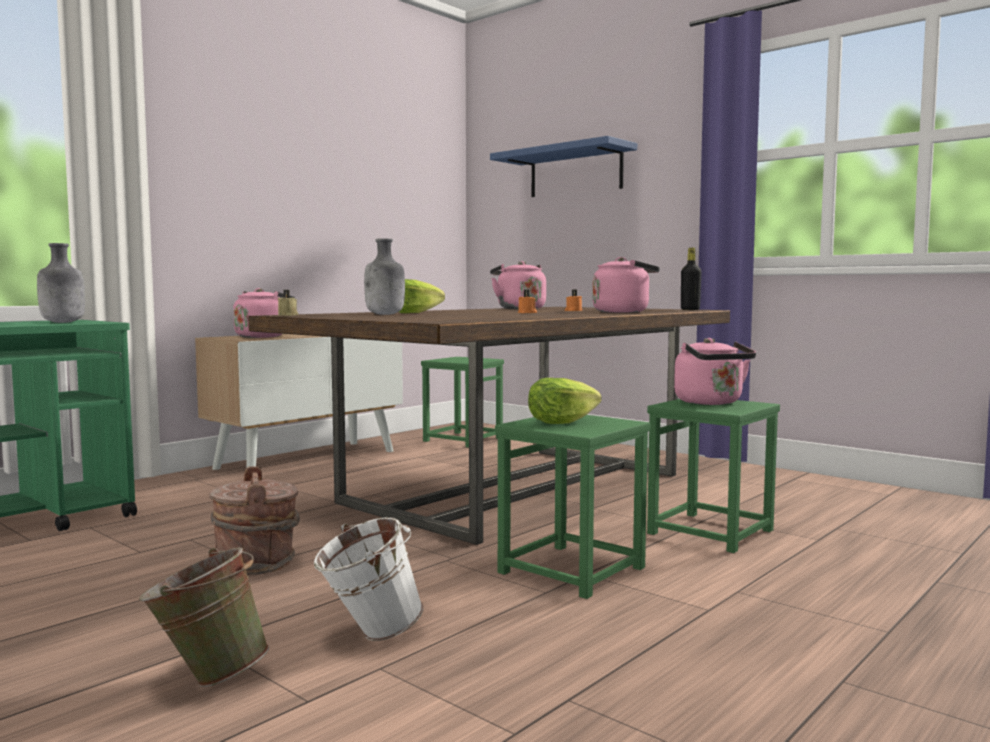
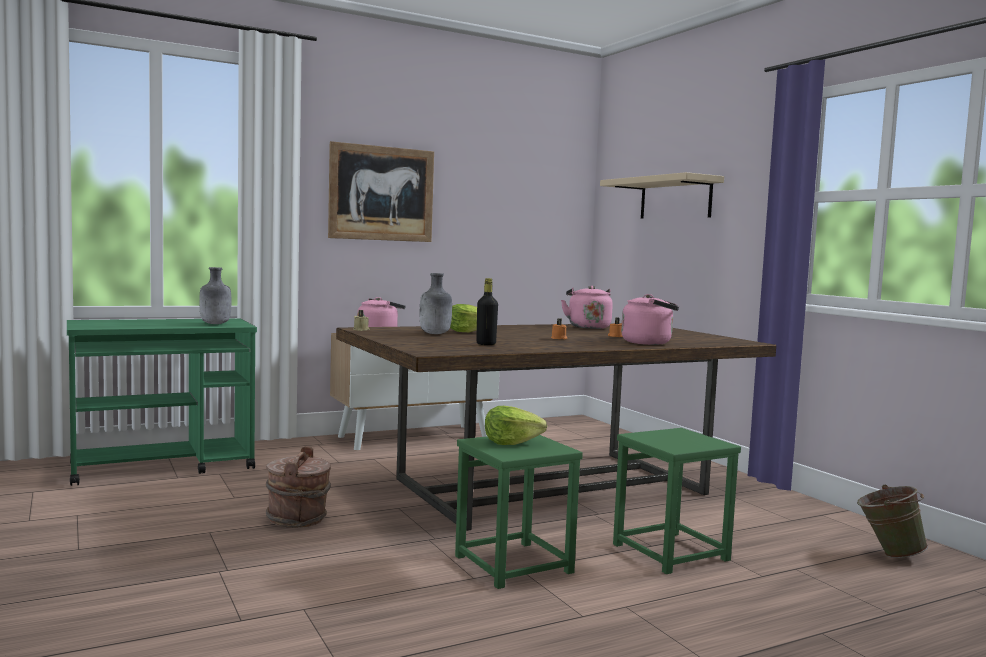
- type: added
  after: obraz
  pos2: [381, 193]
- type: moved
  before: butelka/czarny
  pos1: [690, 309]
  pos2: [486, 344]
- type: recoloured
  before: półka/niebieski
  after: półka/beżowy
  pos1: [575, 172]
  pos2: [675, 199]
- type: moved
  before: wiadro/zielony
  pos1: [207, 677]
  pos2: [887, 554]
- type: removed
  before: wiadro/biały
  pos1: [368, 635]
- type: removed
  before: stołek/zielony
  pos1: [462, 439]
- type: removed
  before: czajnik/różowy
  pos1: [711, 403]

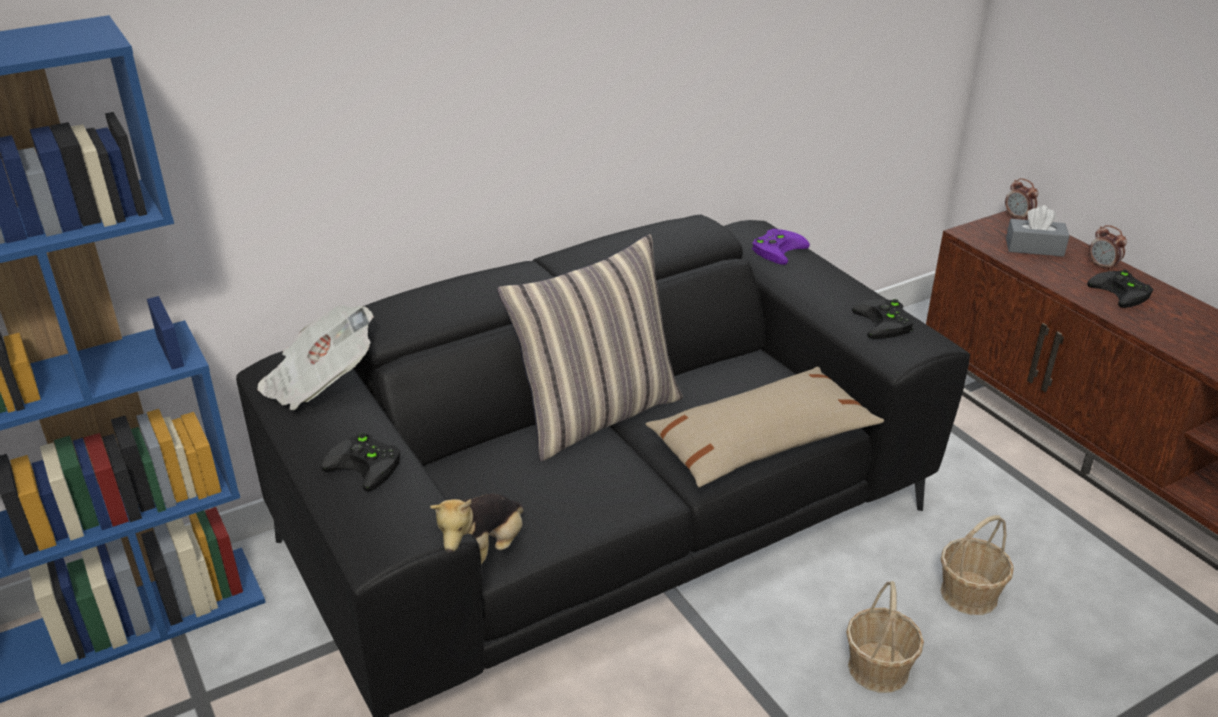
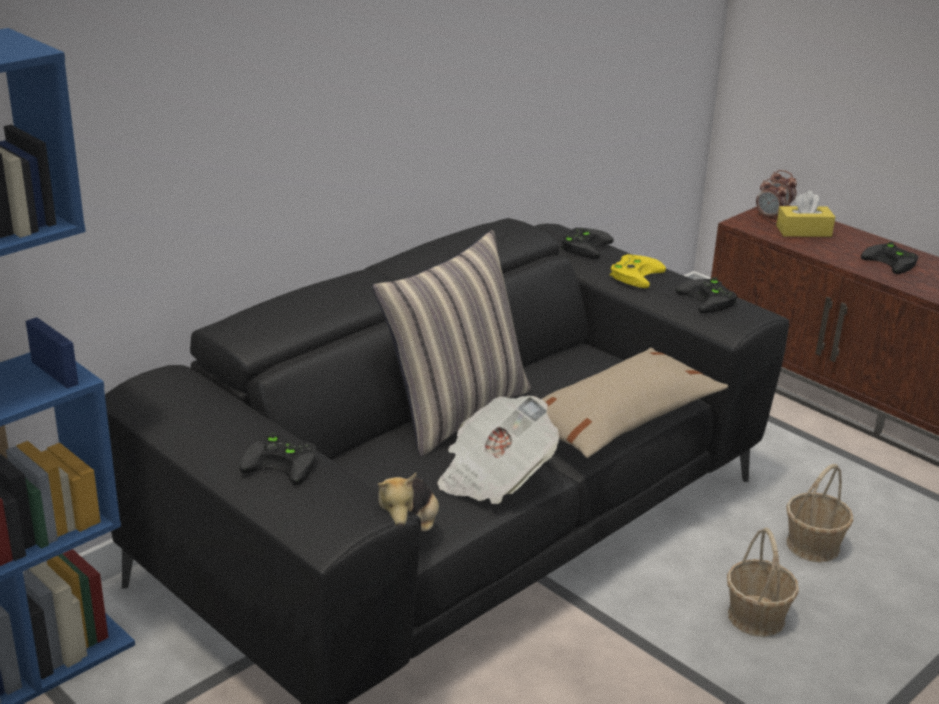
- type: moved
  before: gazeta
  pos1: [319, 382]
  pos2: [494, 476]
- type: recoloured
  before: pad do gier/fioletowy
  after: pad do gier/czarny
  pos1: [777, 248]
  pos2: [584, 245]
- type: added
  after: pad do gier/żółty
  pos2: [635, 273]
- type: moved
  before: budzik
  pos1: [1102, 266]
  pos2: [769, 216]
- type: recoloured
  before: pudełko chusteczek/szary
  after: pudełko chusteczek/żółty
  pos1: [1034, 247]
  pos2: [803, 231]

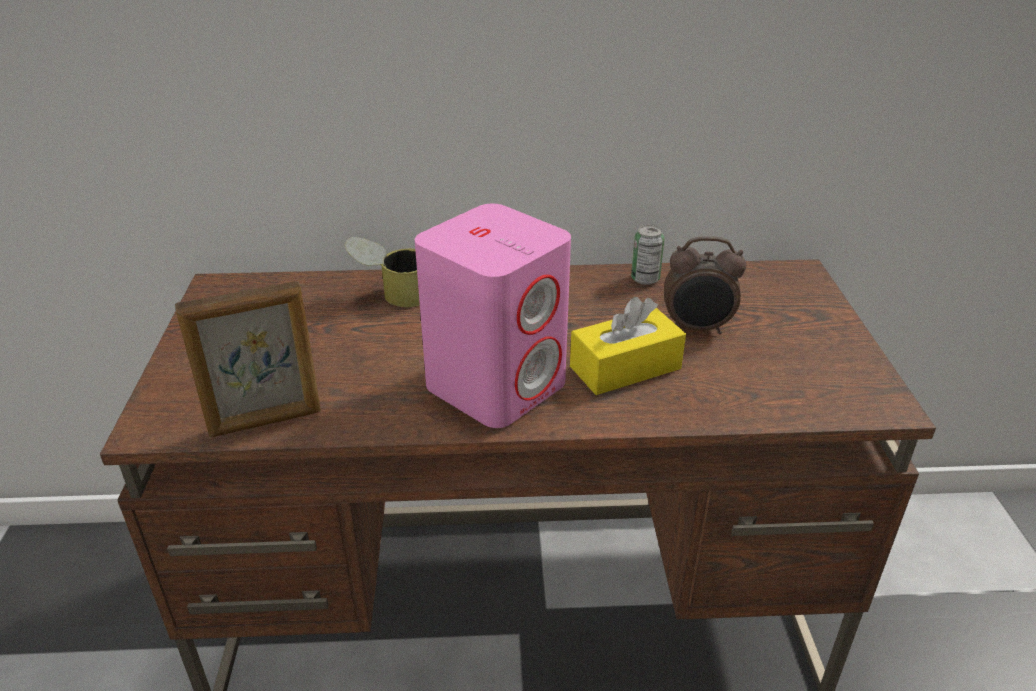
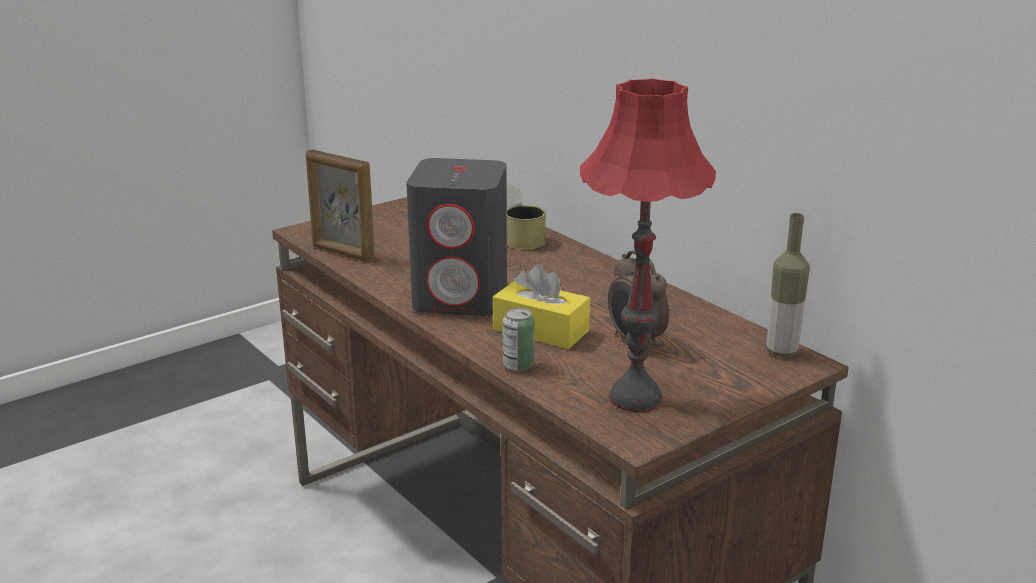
- type: recoloured
  before: głośnik/różowy
  after: głośnik/szary
  pos1: [497, 384]
  pos2: [462, 297]
- type: moved
  before: puszka
  pos1: [645, 279]
  pos2: [518, 365]
- type: added
  after: lampa stołowa/czerwony
  pos2: [636, 398]
- type: added
  after: butelka
  pos2: [781, 352]

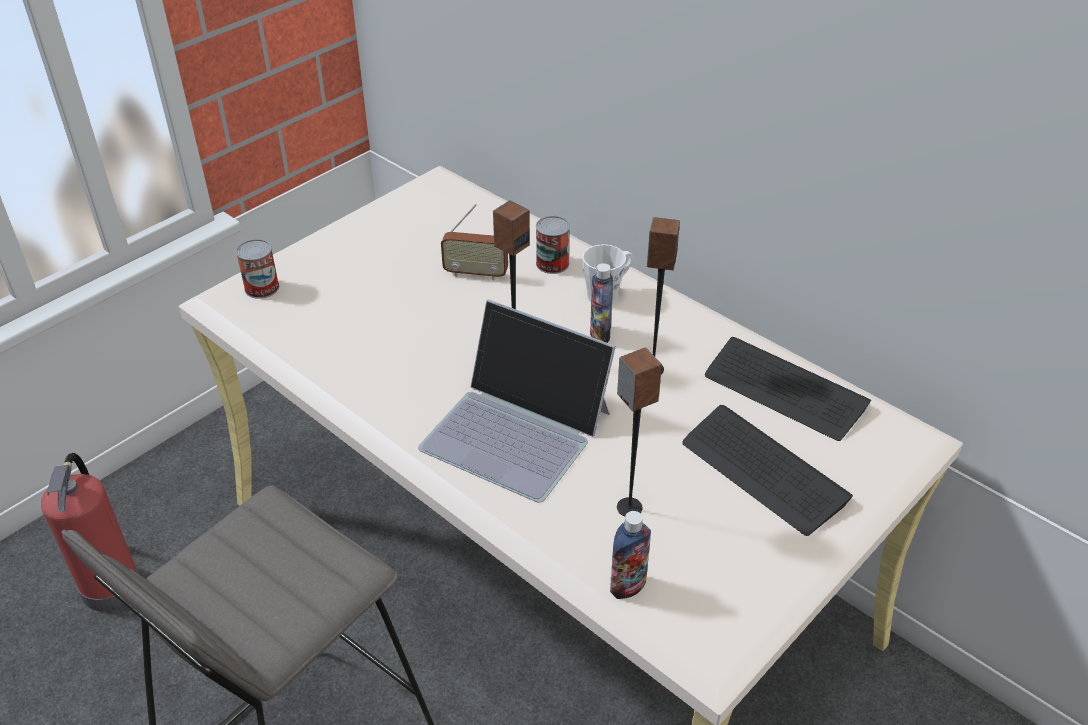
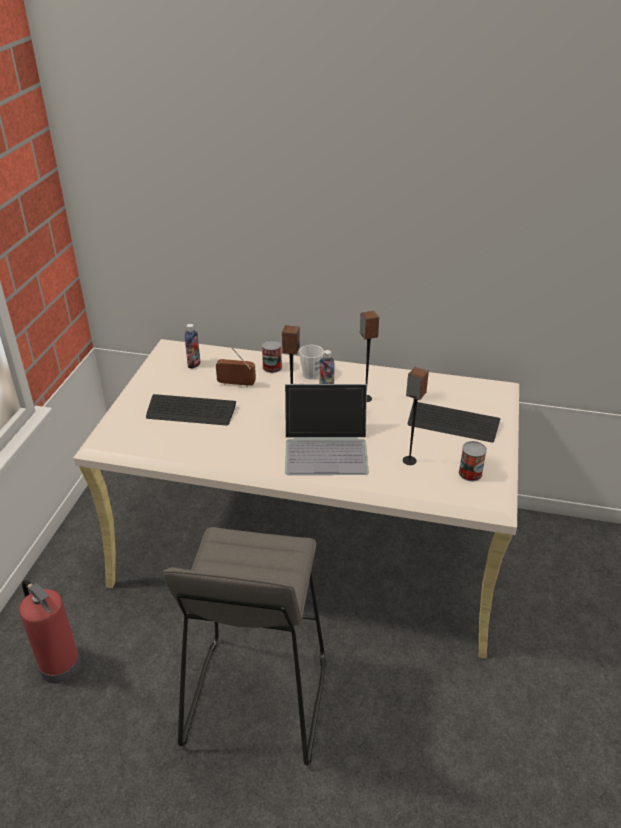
- type: moved
  before: klawiatura
  pos1: [784, 391]
  pos2: [191, 411]
- type: moved
  before: butelka
  pos1: [628, 586]
  pos2: [194, 364]
- type: turned
  before: radio
  pos1: [476, 273]
  pos2: [236, 384]
  turn: -150
- type: moved
  before: puszka
  pos1: [262, 288]
  pos2: [470, 473]

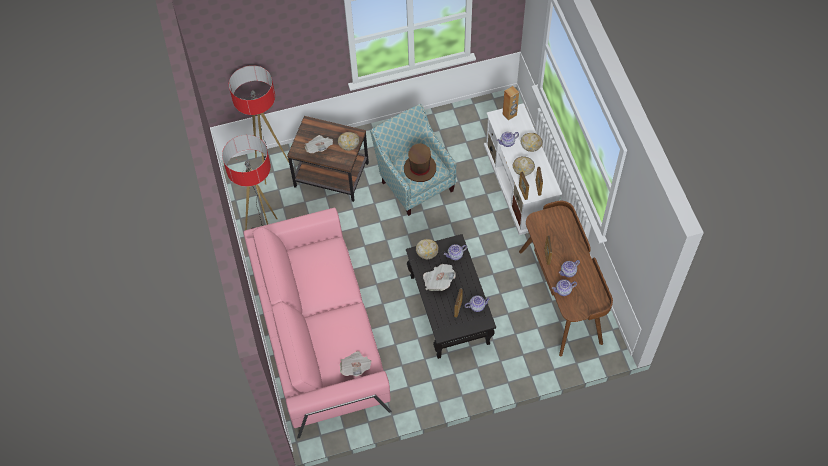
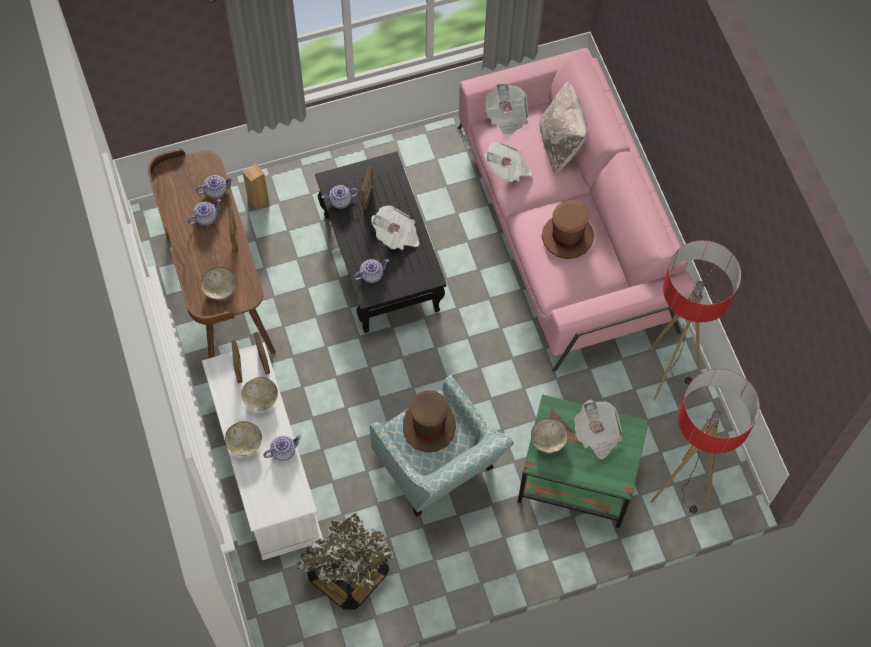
- type: moved
  before: miska
  pos1: [427, 253]
  pos2: [220, 289]
- type: moved
  before: głośnik/brązowy
  pos1: [509, 114]
  pos2: [258, 201]
- type: added
  after: roślina doniczkowa
  pos2: [348, 573]
- type: added
  after: gazeta
  pos2: [508, 169]
- type: recoloured
  before: stolik/brązowy
  after: stolik/zielony
  pos1: [331, 176]
  pos2: [577, 477]
- type: added
  after: poduszka/beżowy
  pos2: [560, 144]
- type: added
  after: kapelusz/brązowy
  pos2: [567, 237]

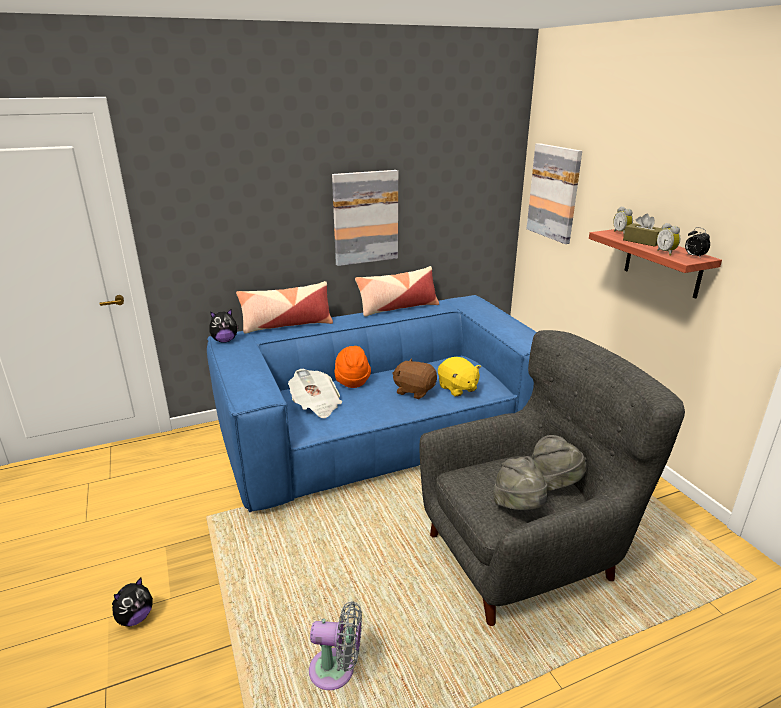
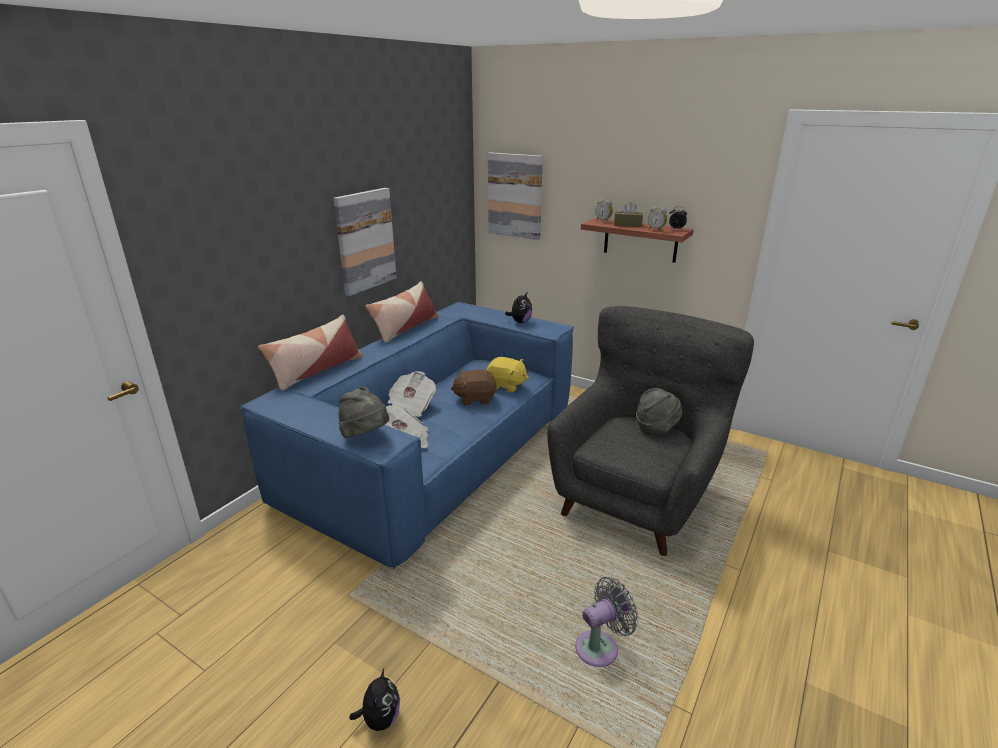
- type: moved
  before: kapelusz/szary
  pos1: [519, 507]
  pos2: [366, 436]
- type: replaced
  before: kapelusz/pomarańczowy
  after: gazeta
  pos1: [352, 381]
  pos2: [410, 408]
- type: moved
  before: pluszak
  pos1: [225, 340]
  pos2: [520, 321]

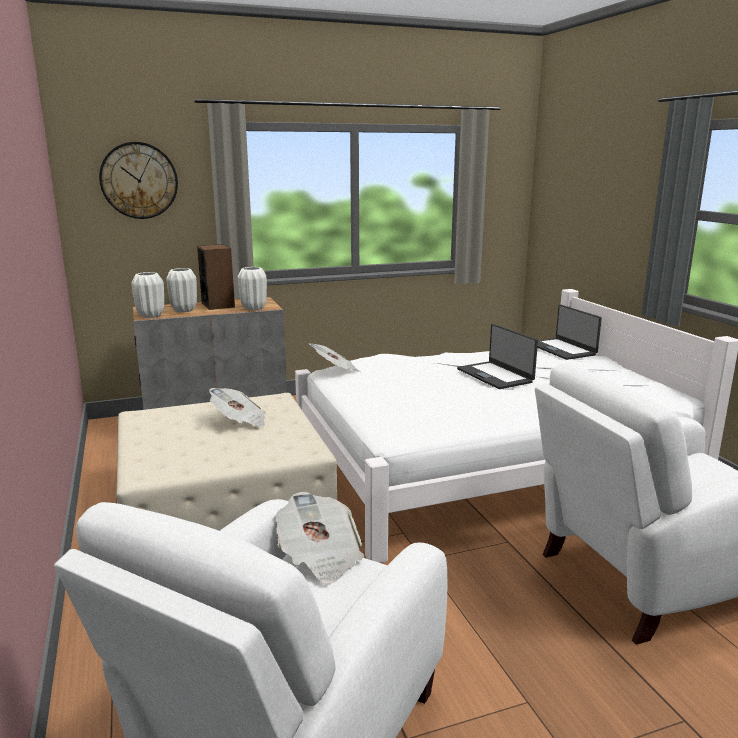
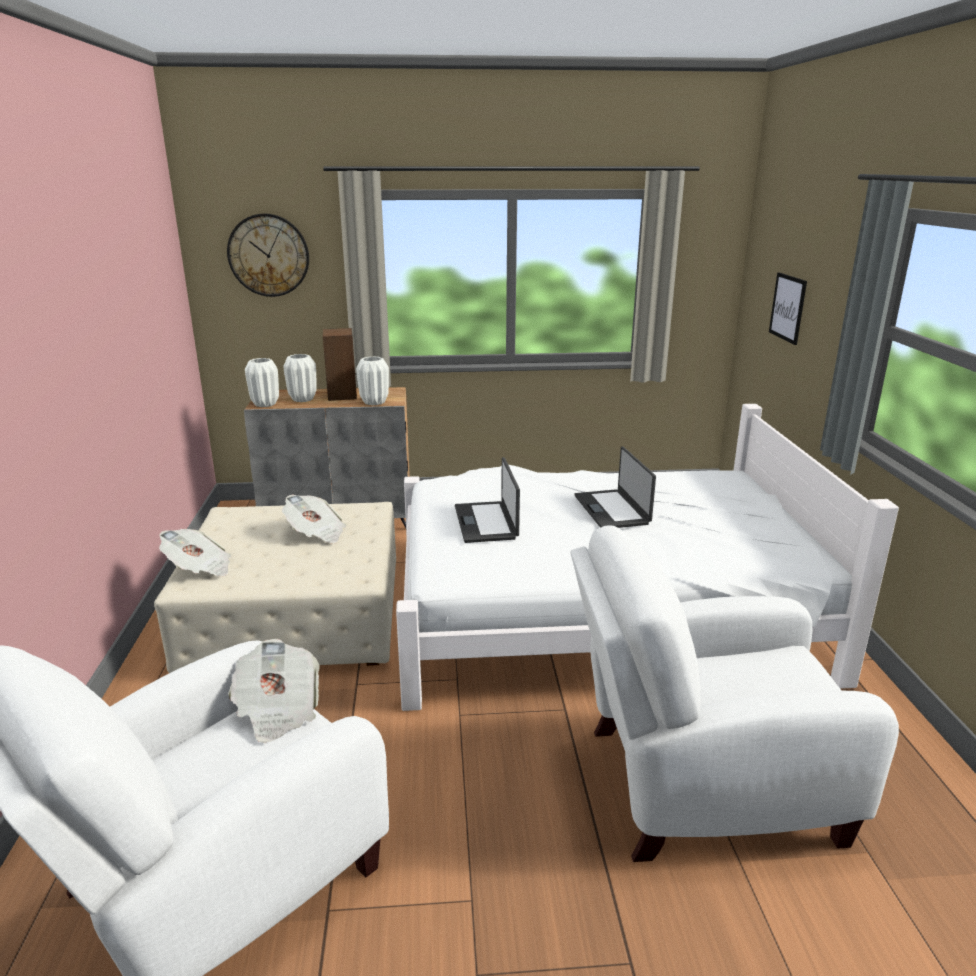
- type: moved
  before: gazeta
  pos1: [335, 371]
  pos2: [199, 568]
- type: moved
  before: laptop
  pos1: [562, 349]
  pos2: [486, 522]
- type: added
  after: obraz
  pos2: [787, 307]

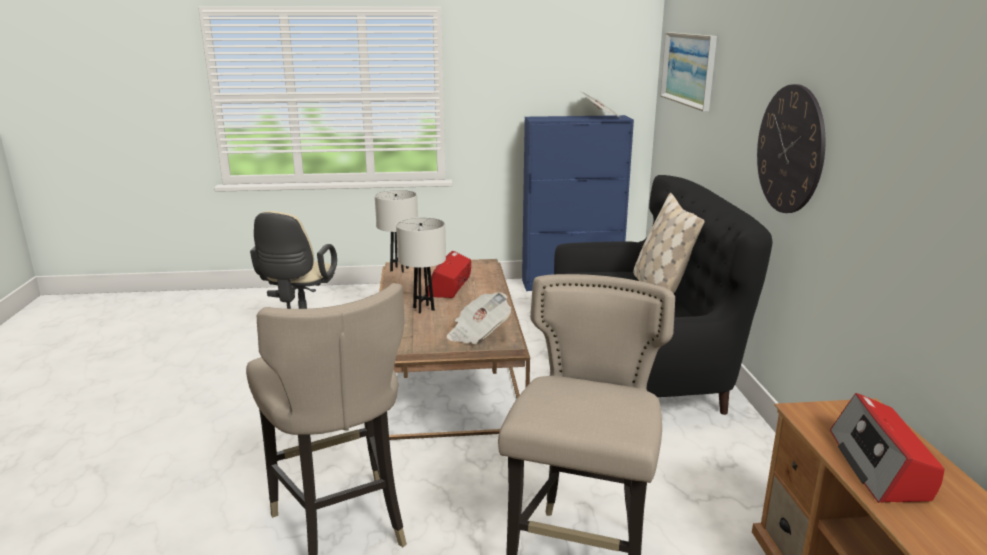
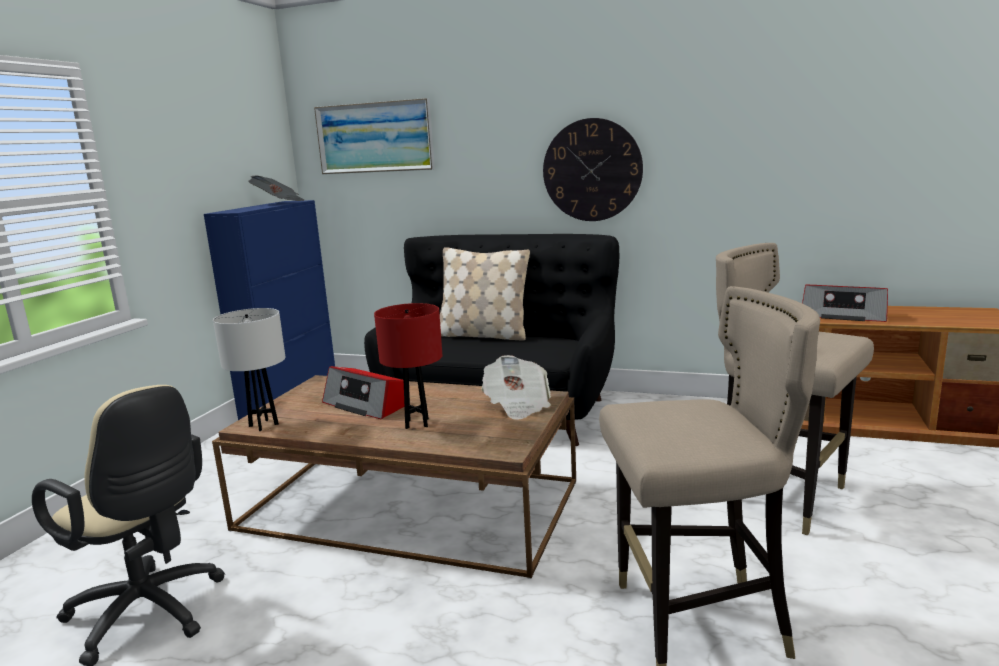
- type: recoloured
  before: lampa stołowa/biały
  after: lampa stołowa/czerwony
  pos1: [424, 309]
  pos2: [417, 423]

